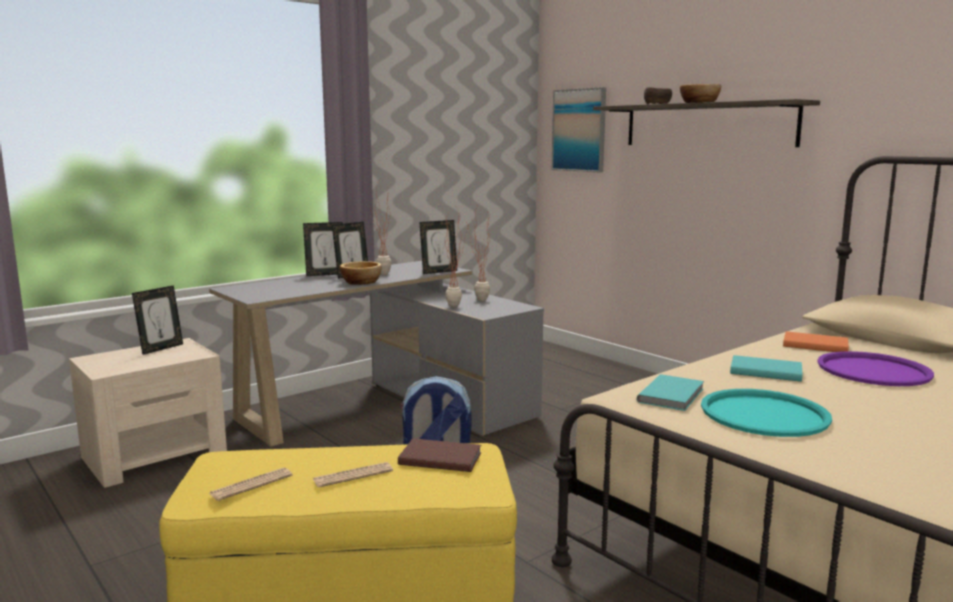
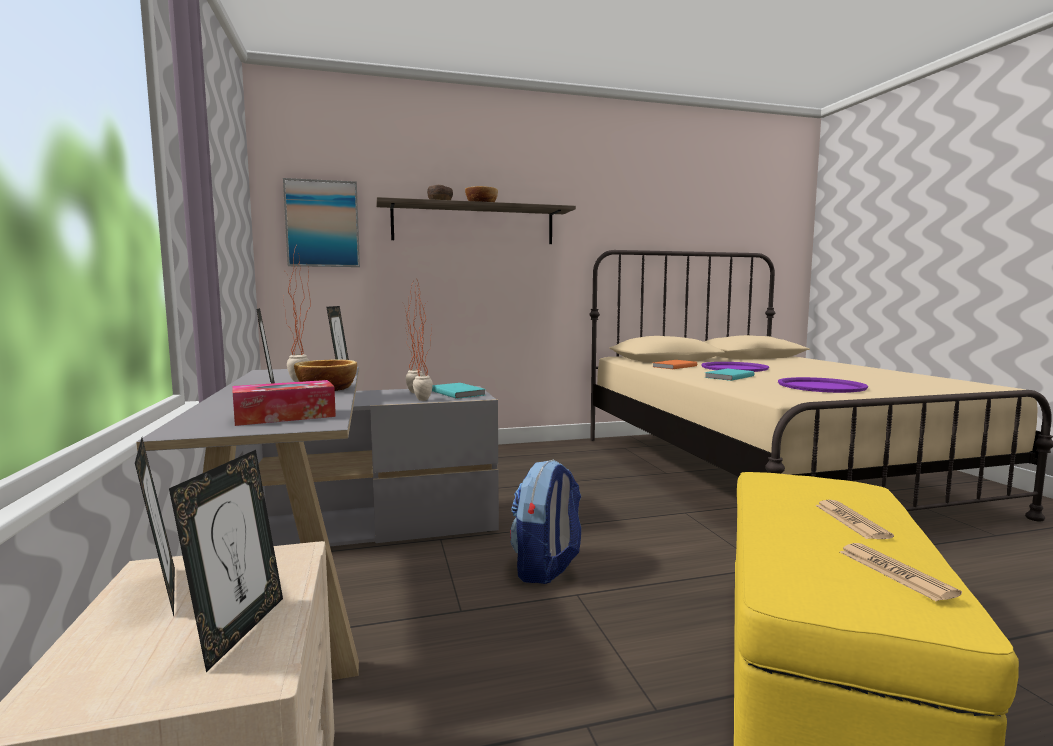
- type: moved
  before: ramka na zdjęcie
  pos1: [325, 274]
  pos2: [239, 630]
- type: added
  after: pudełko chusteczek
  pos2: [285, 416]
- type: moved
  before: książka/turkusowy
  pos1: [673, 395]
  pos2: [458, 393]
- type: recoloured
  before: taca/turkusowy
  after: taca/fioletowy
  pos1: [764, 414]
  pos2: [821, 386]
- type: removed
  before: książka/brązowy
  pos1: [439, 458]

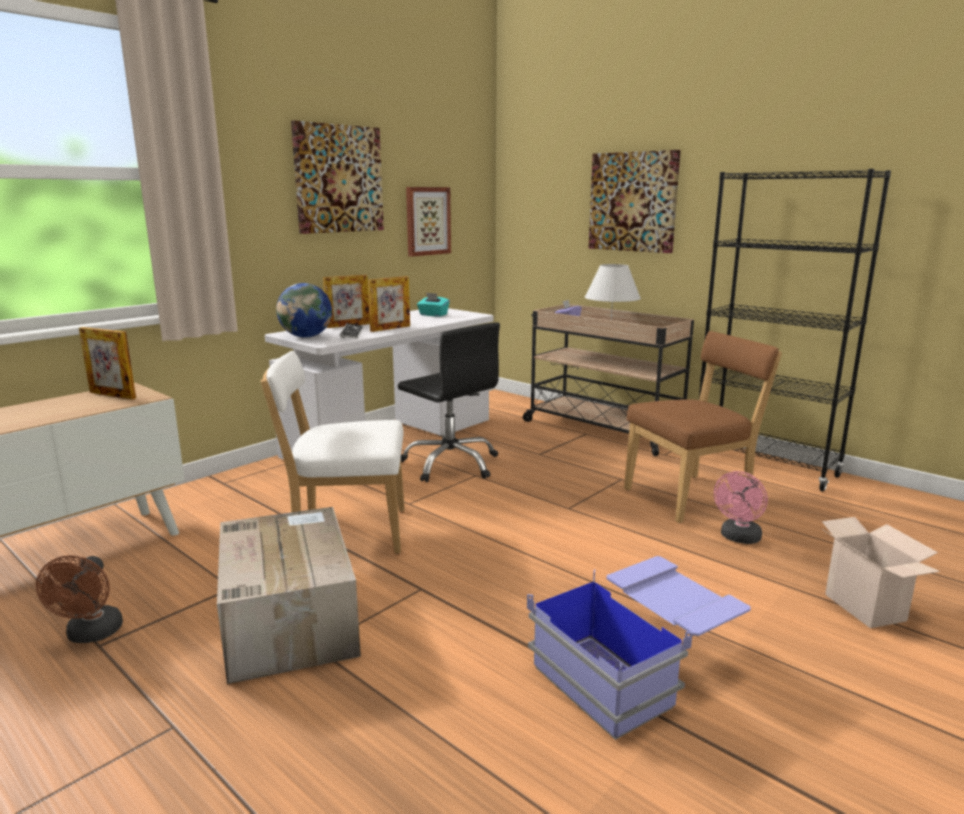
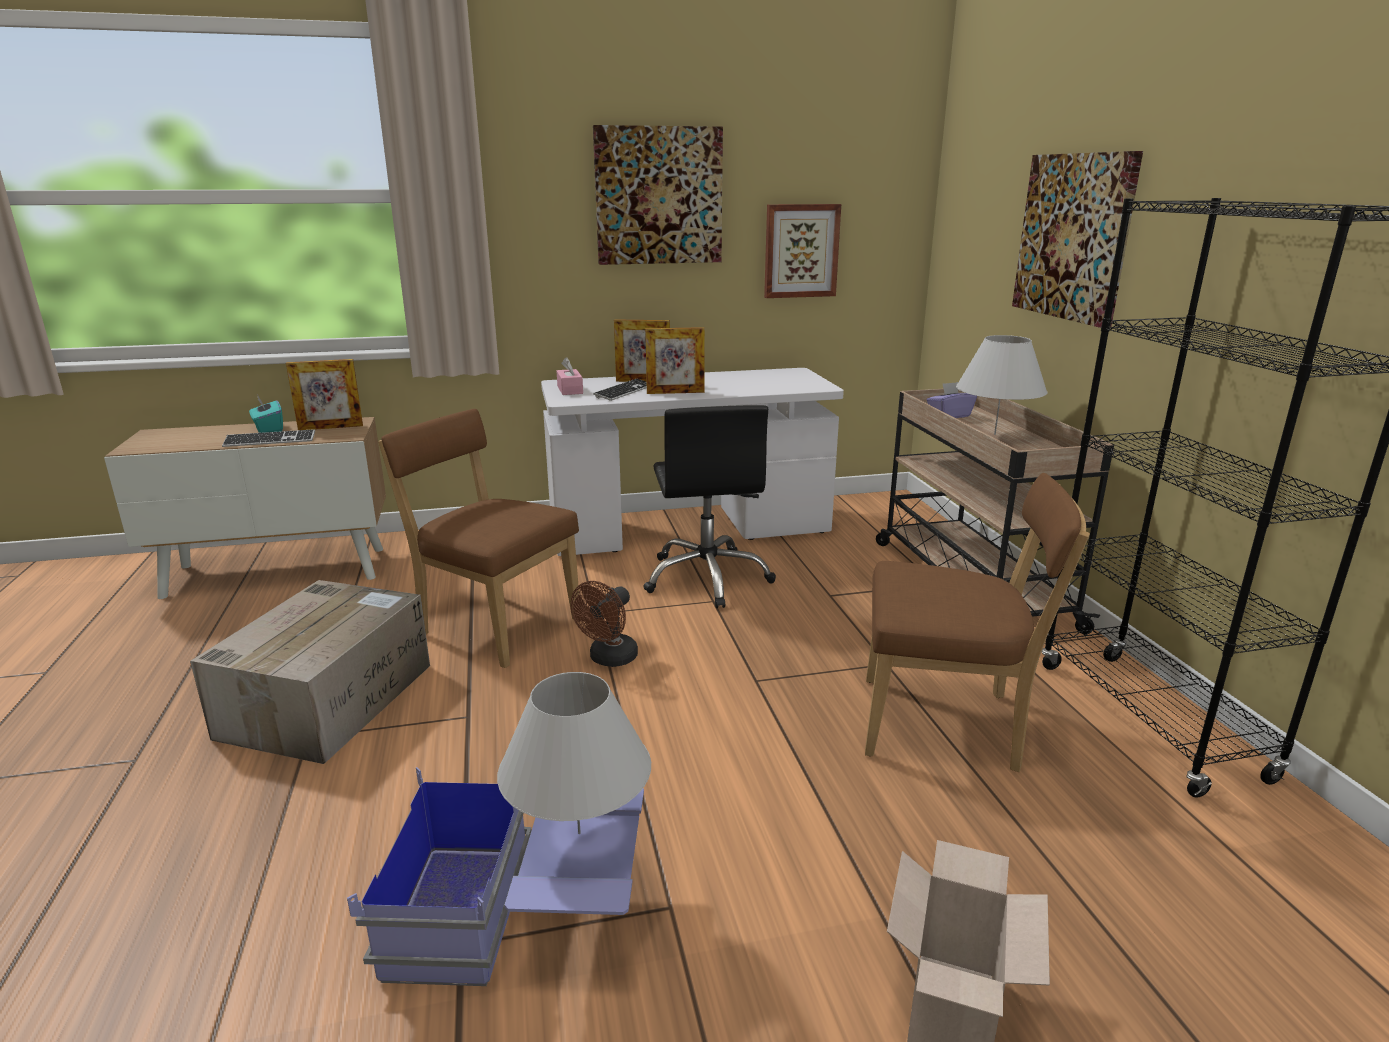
- type: added
  after: klawiatura
  pos2: [270, 441]
- type: moved
  before: pudełko chusteczek/turkusowy
  pos1: [433, 315]
  pos2: [269, 429]
- type: turned
  before: ramka na zdjęcie
  pos1: [112, 395]
  pos2: [330, 427]
  turn: -75
- type: recoloured
  before: krzesło/biały
  after: krzesło/brązowy
  pos1: [345, 532]
  pos2: [494, 625]
- type: added
  after: lampa stołowa/biały
  pos2: [579, 833]
- type: replaced
  before: globus
  after: pudełko chusteczek/różowy
  pos1: [306, 336]
  pos2: [570, 390]
- type: moved
  before: wentylator/brązowy
  pos1: [91, 635]
  pos2: [609, 659]
- type: removed
  before: wentylator/różowy
  pos1: [738, 538]

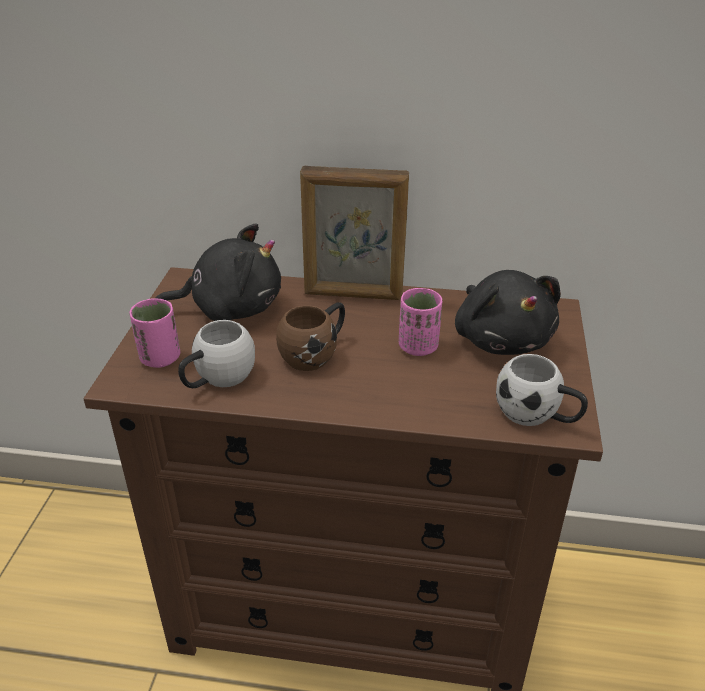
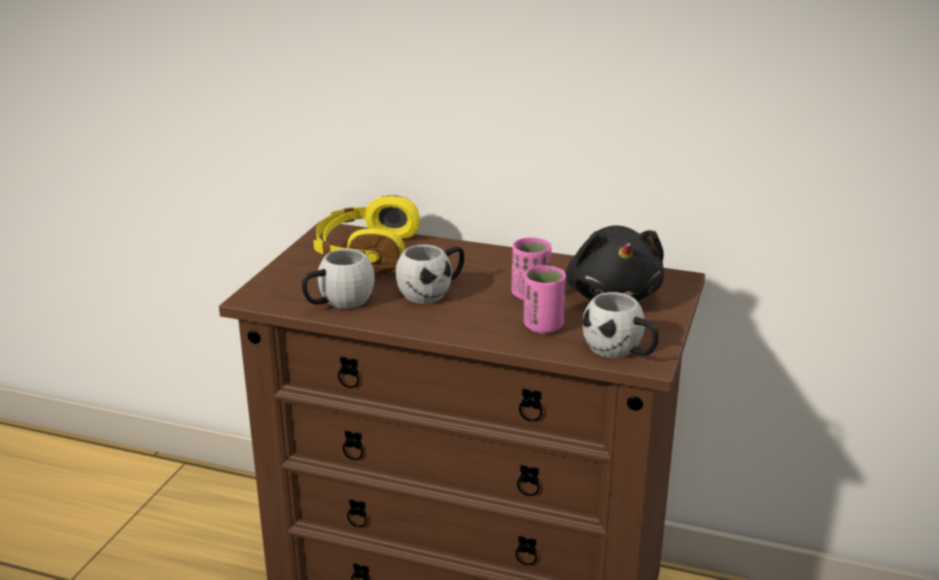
- type: replaced
  before: pluszak/czarny
  after: słuchawki/żółty
  pos1: [230, 308]
  pos2: [366, 254]
- type: recoloured
  before: kubek/brązowy
  after: kubek/biały
  pos1: [315, 353]
  pos2: [433, 291]
- type: moved
  before: filiżanka/różowy
  pos1: [160, 358]
  pos2: [543, 326]
- type: removed
  before: ramka na zdjęcie
  pos1: [353, 295]

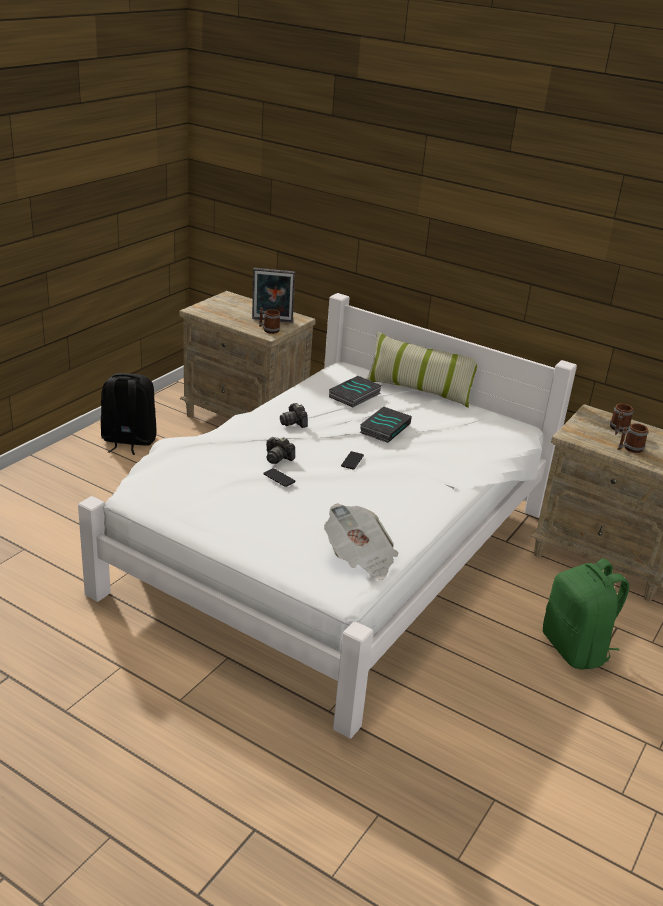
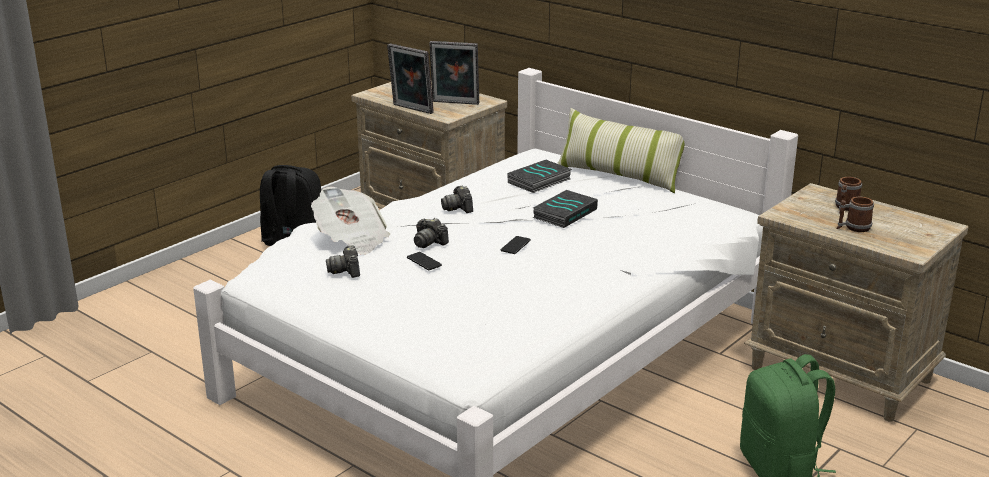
- type: moved
  before: gazeta
  pos1: [360, 558]
  pos2: [352, 239]
- type: added
  after: aparat fotograficzny
  pos2: [346, 270]
- type: added
  after: ramka na zdjęcie
  pos2: [411, 109]
- type: removed
  before: kubek
  pos1: [268, 329]

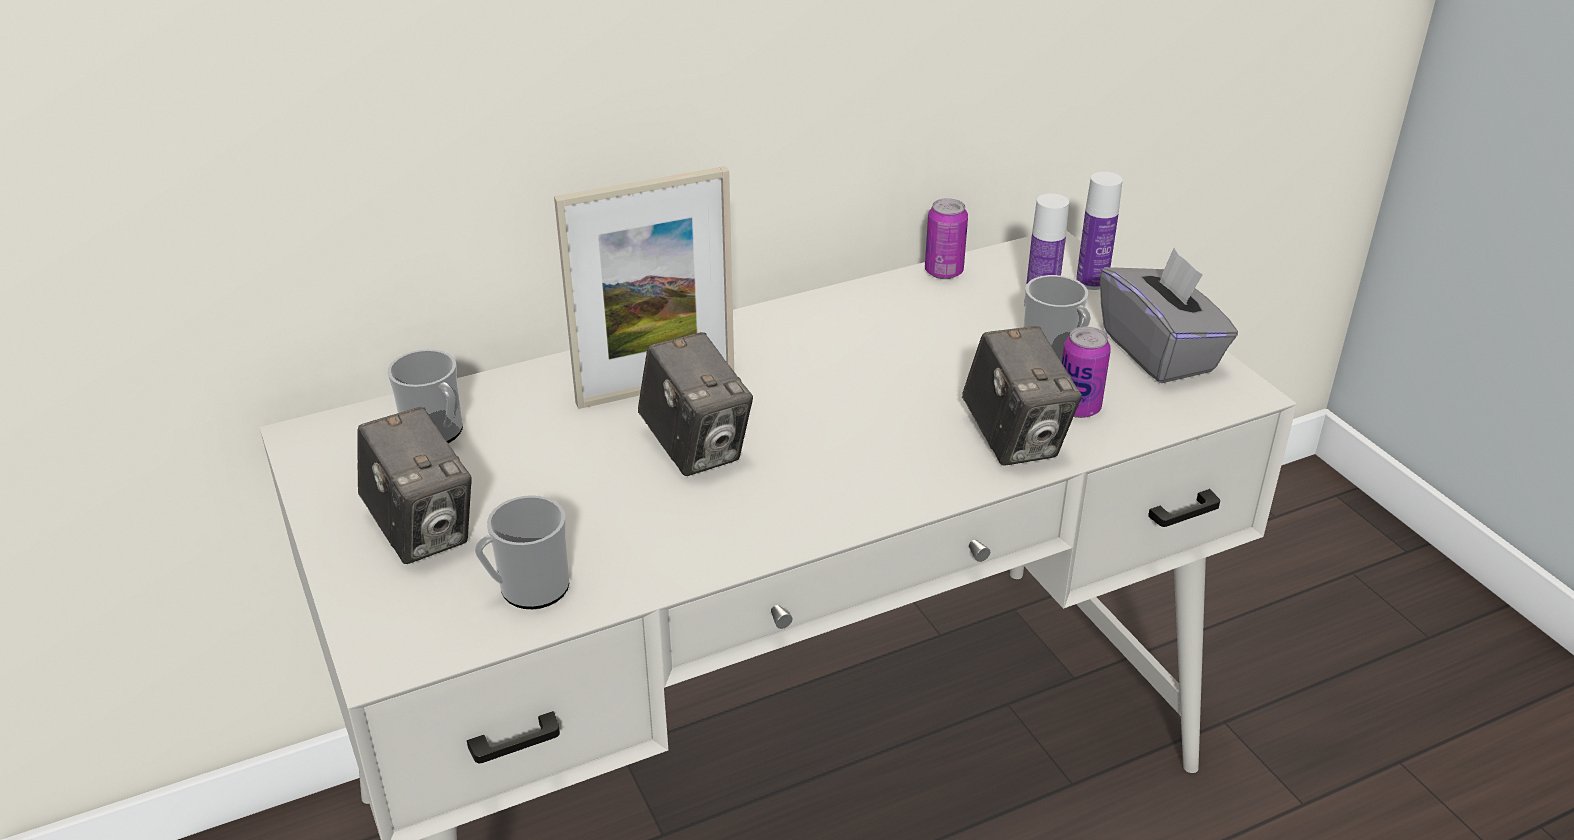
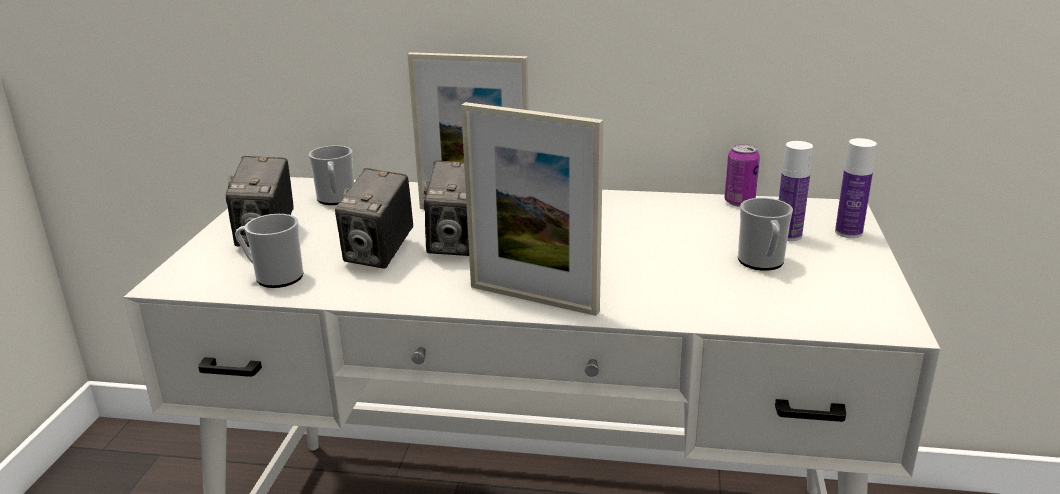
- type: moved
  before: aparat fotograficzny
  pos1: [1014, 440]
  pos2: [379, 254]
- type: added
  after: ramka na zdjęcie
  pos2: [533, 299]
- type: removed
  before: puszka
  pos1: [1078, 408]
- type: removed
  before: pudełko chusteczek/szary
  pos1: [1159, 352]

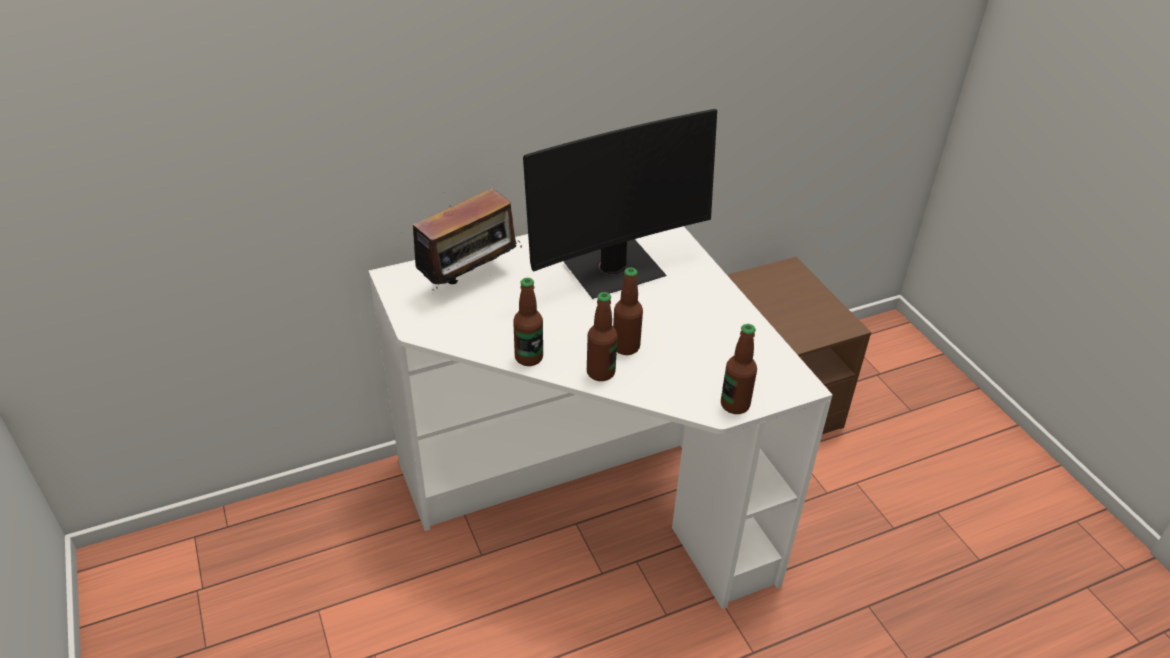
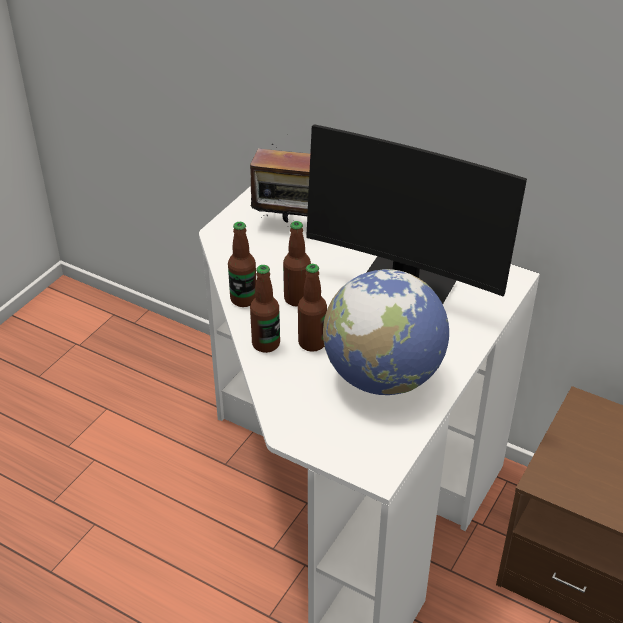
- type: moved
  before: butelka
  pos1: [735, 405]
  pos2: [297, 299]
- type: added
  after: globus
  pos2: [382, 377]

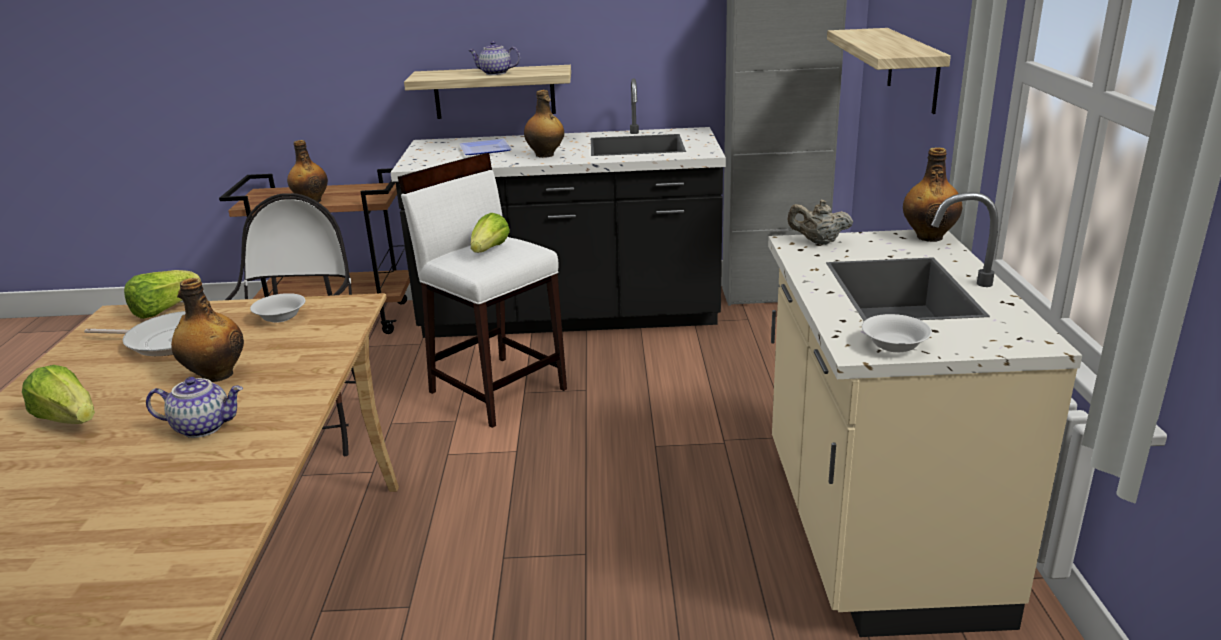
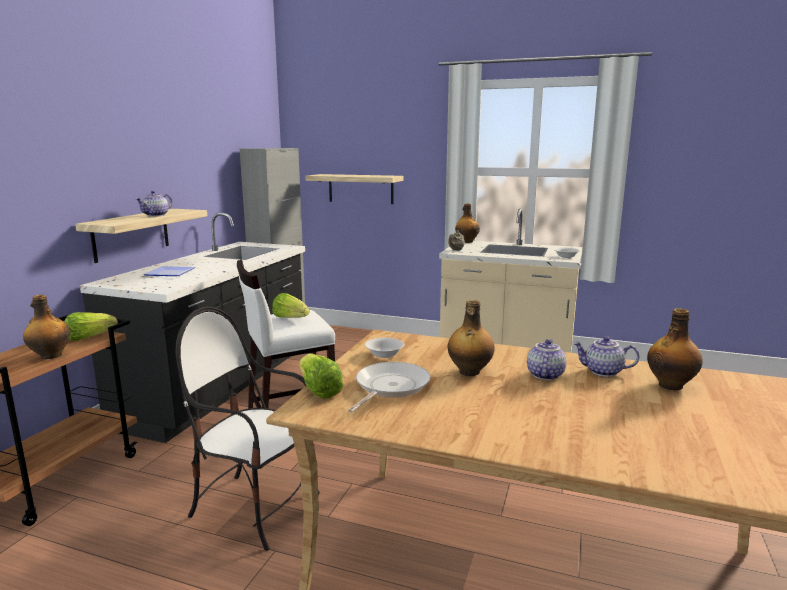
- type: moved
  before: sałata
  pos1: [69, 419]
  pos2: [89, 337]
- type: added
  after: imbryk
  pos2: [603, 372]
- type: moved
  before: butelka
  pos1: [545, 155]
  pos2: [671, 385]

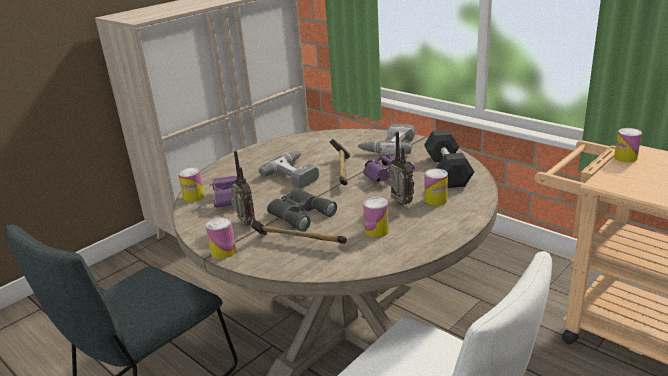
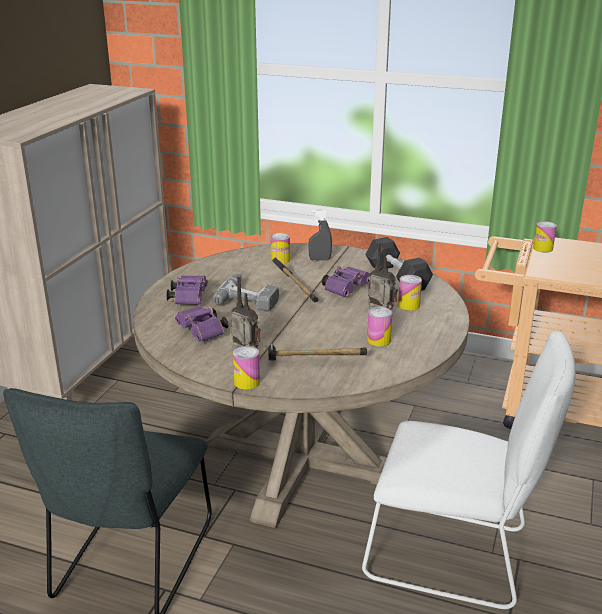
- type: added
  after: lornetka/fioletowy
  pos2: [189, 298]
- type: moved
  before: puszka
  pos1: [193, 197]
  pos2: [280, 260]
- type: replaced
  before: wiertarka
  after: spryskiwacz/szary
  pos1: [388, 146]
  pos2: [320, 259]
- type: removed
  before: lornetka/szary
  pos1: [299, 213]

